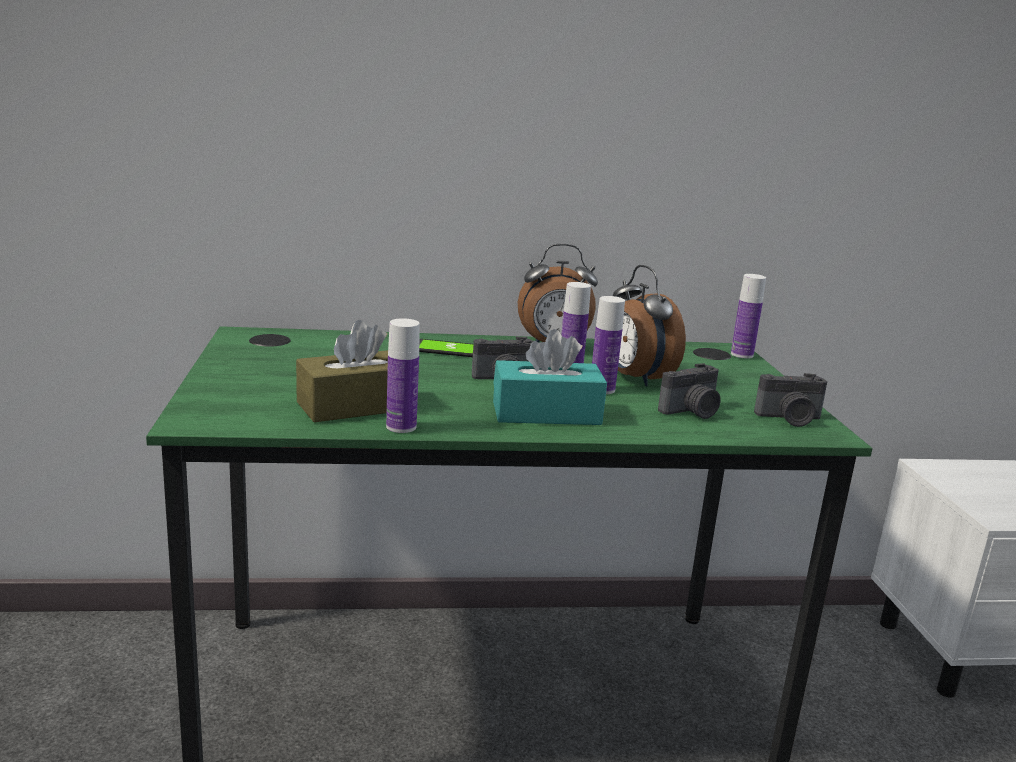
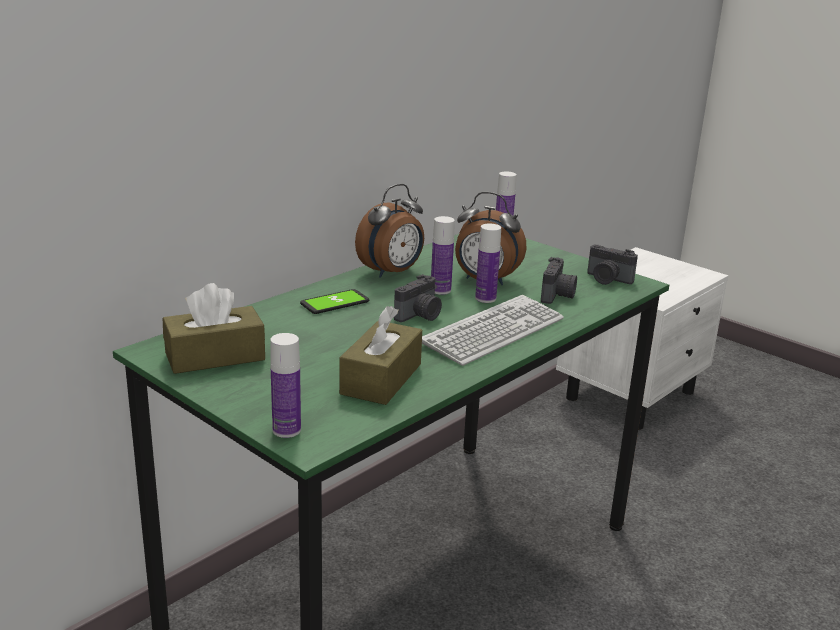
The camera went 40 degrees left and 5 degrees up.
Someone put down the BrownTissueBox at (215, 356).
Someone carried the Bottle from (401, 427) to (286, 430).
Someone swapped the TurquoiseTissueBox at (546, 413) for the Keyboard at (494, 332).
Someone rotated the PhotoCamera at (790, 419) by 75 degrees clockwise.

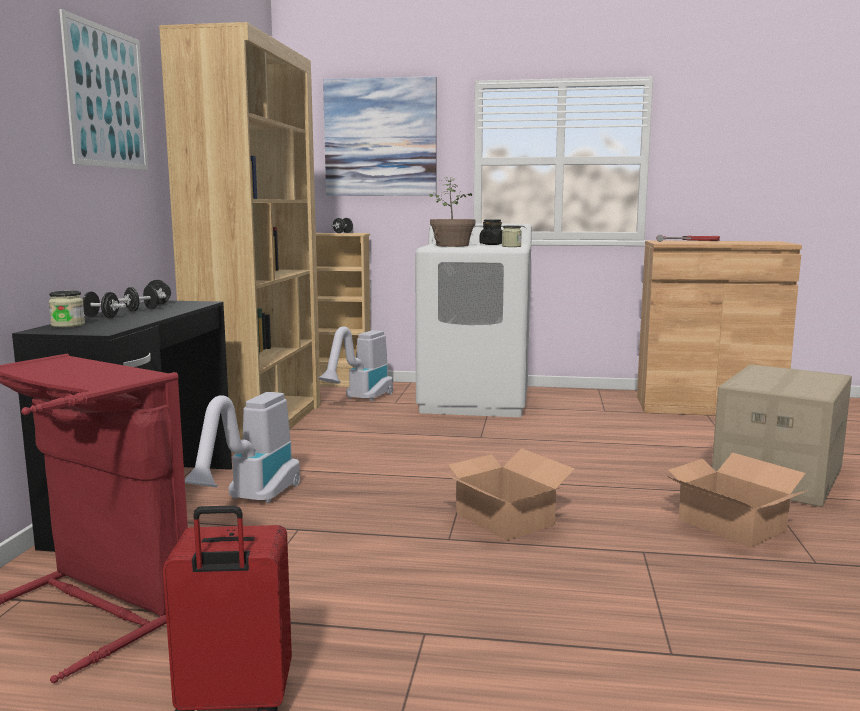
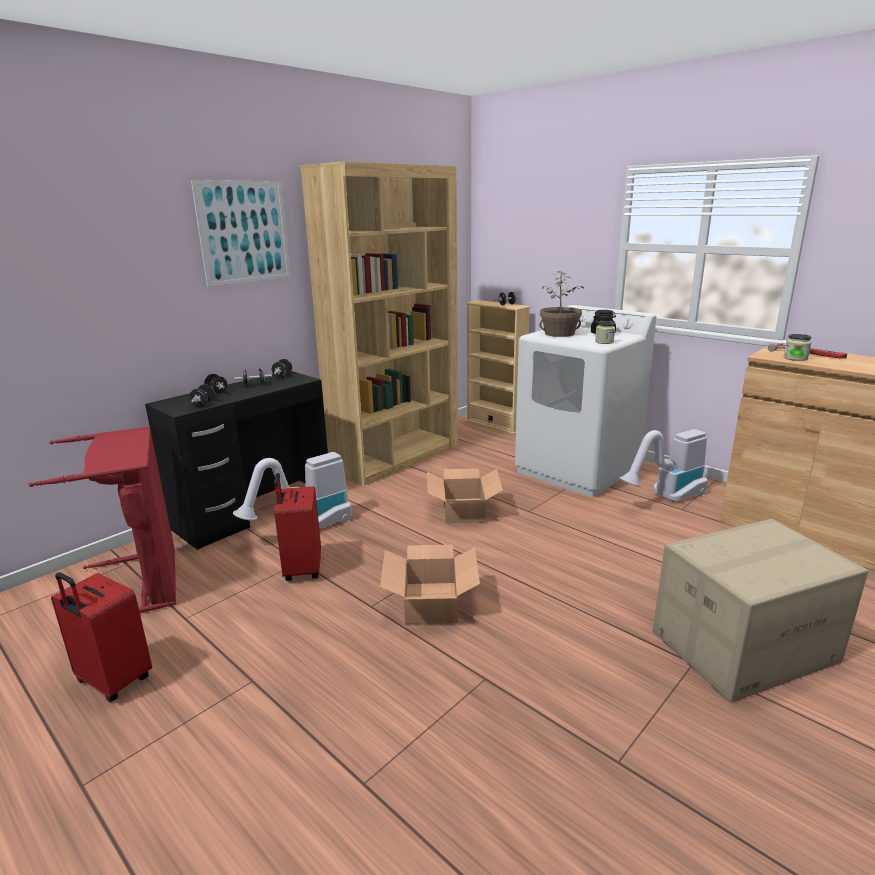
The camera went 35 degrees right and 10 degrees up.
Someone took away the Picture at (380, 137).
Someone put down the BlackDumbbell at (204, 404).
Someone put down the RedSuitcase at (301, 569).
Someone carried the Jar from (68, 325) to (795, 358).
Someone carried the VacuumCleaner from (360, 400) to (666, 498).
Someone carried the CardboardBox from (731, 524) to (464, 510).

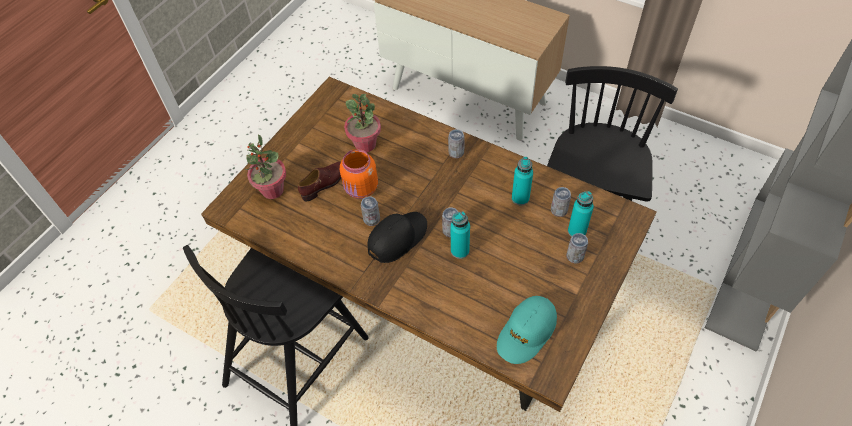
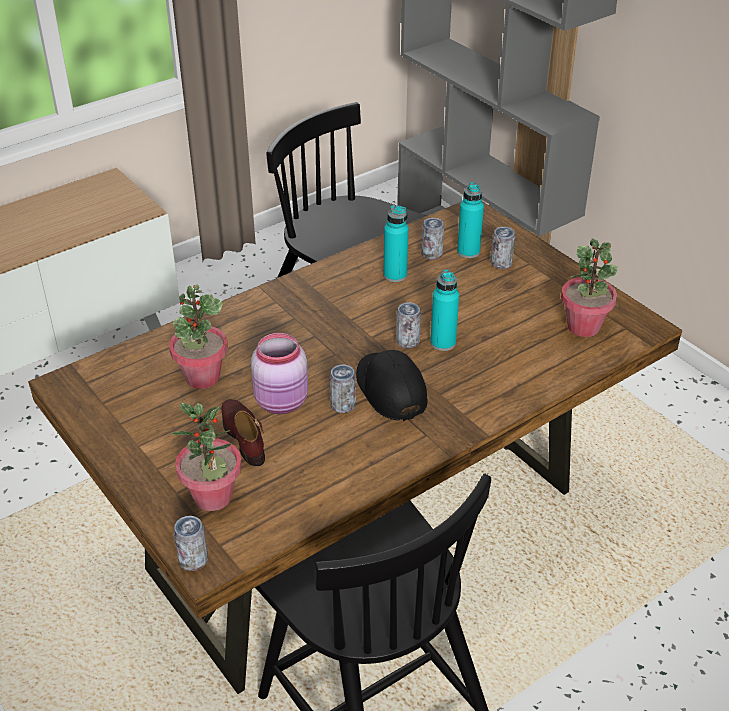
The camera went 70 degrees left and 15 degrees down.
Someone carried the Can from (456, 152) to (193, 560).
Someone swapped the TurquoiseCap at (526, 332) for the PottedPlant at (584, 326).
Someone repainted the OrangeJar at (361, 189), which became the PinkJar at (283, 402).

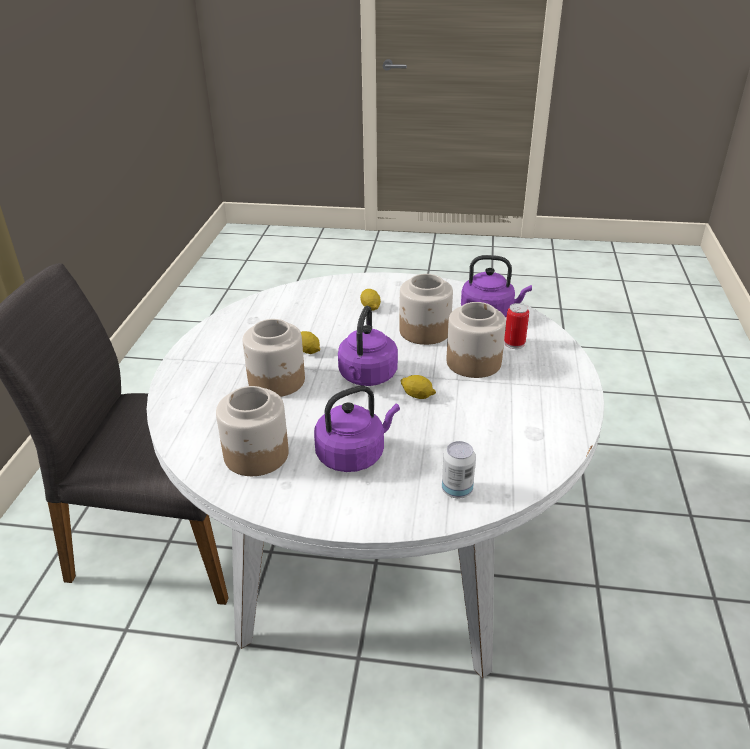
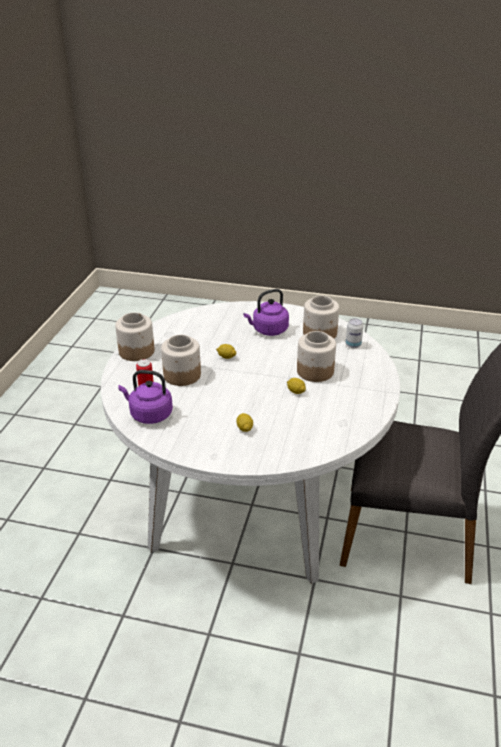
The camera went 175 degrees left and 0 degrees up.
Someone took away the PurpleKettle at (367, 377).
Someone carried the Jar from (424, 331) to (137, 351).
Someone carried the Can from (457, 490) to (353, 345).

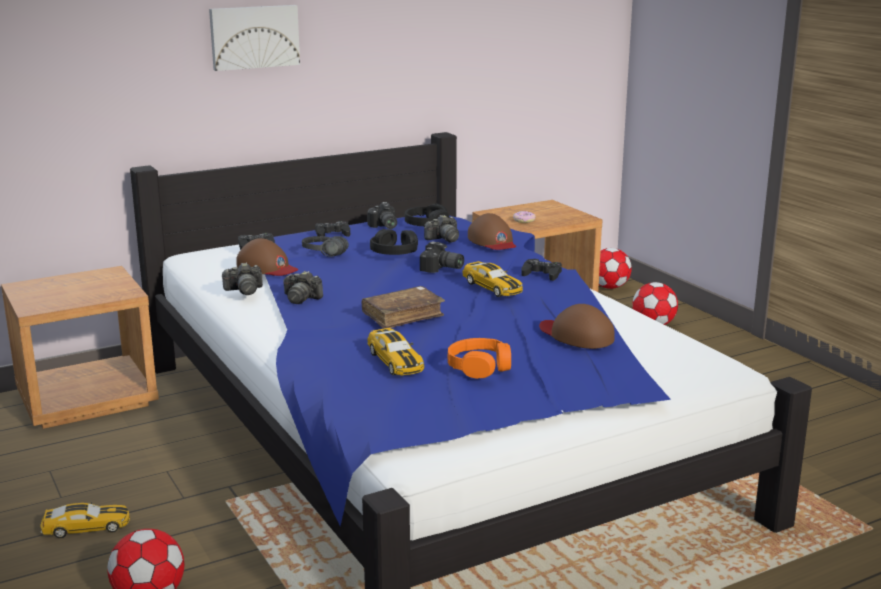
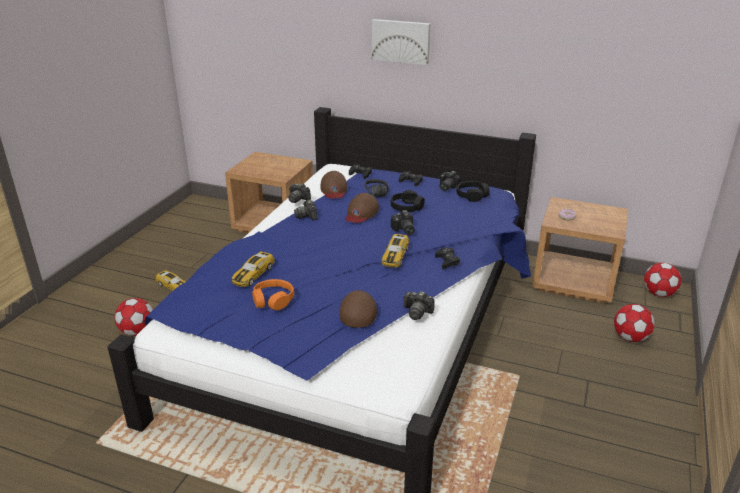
The camera went 50 degrees right and 10 degrees up.
Someone took away the BrownBook at (402, 316).
Someone carried the PhotoCamera from (443, 239) to (417, 312).
Someone carried the BrownCap from (492, 241) to (361, 213).

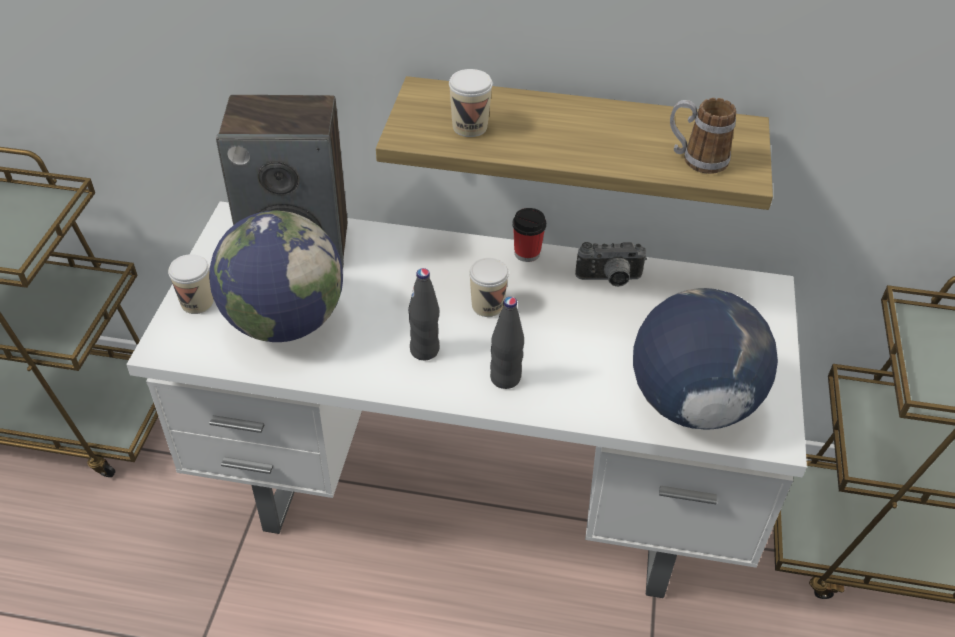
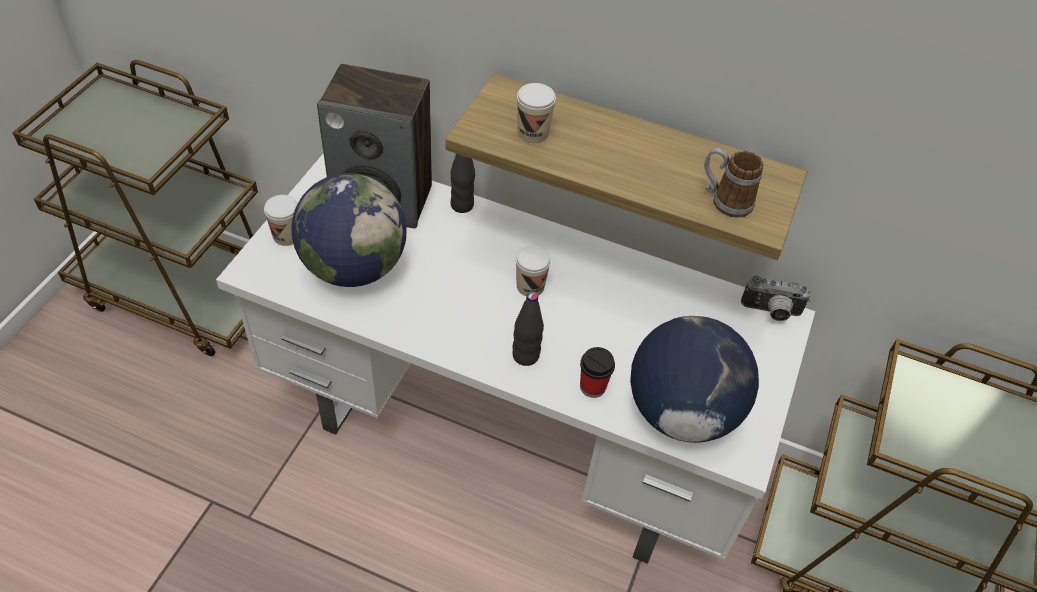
The camera went 10 degrees right and 5 degrees up.
Someone carried the BlackBottle from (424, 350) to (462, 205).
Someone carried the Cup from (527, 253) to (592, 386).
Someone carried the PhotoCamera from (609, 280) to (771, 312).

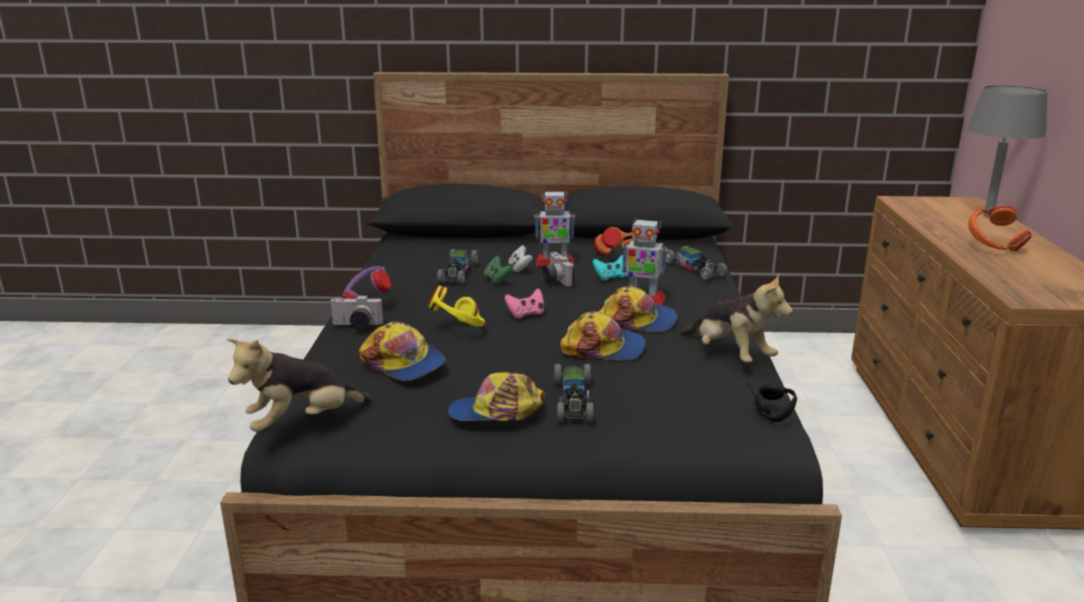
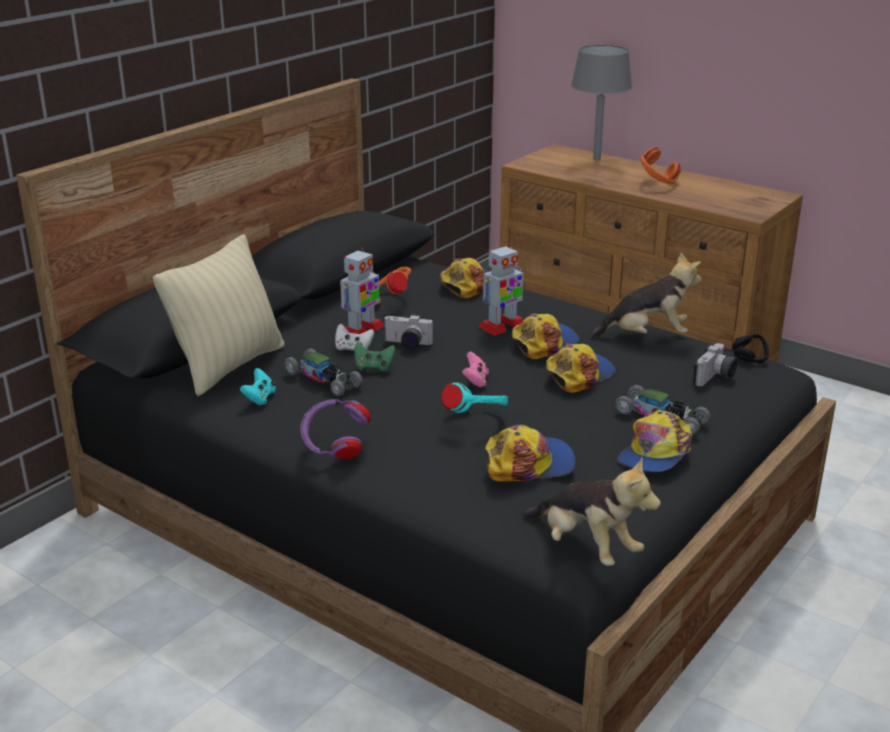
The camera went 55 degrees left and 5 degrees up.
Someone put down the BeigePillow at (229, 366).
Someone carried the PhotoCamera from (356, 326) to (715, 377).
Someone carried the TurquoiseGameController from (611, 277) to (260, 398).
Someone swapped the ToyCar at (694, 269) for the Cap at (467, 284).
Someone repainted the YellowHeadphones at (459, 329), which became the TurquoiseHeadphones at (475, 419).
Someone rotated the PlushToy at (303, 422) by 45 degrees counterclockwise.

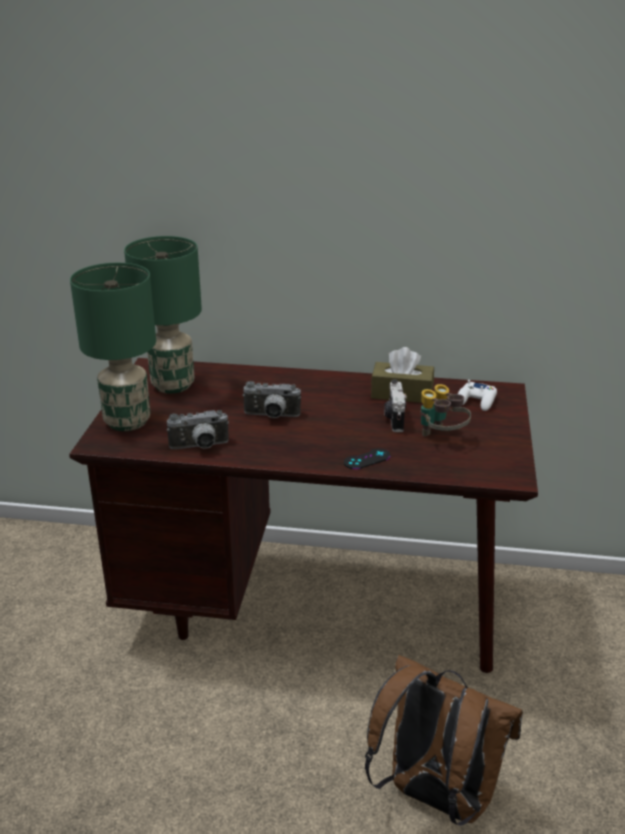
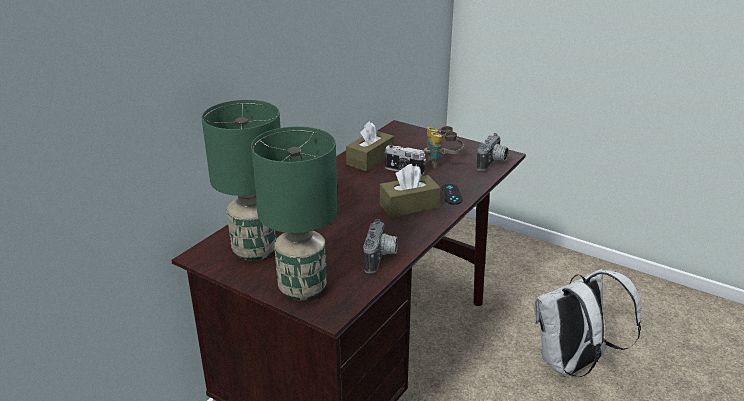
The camera went 65 degrees left and 0 degrees up.
Someone took away the WhiteGameController at (476, 401).
Someone put down the BrownTissueBox at (409, 206).
Someone carried the PhotoCamera from (271, 416) to (493, 163).
Someone repainted the BrownBackpack at (434, 796), which became the WhiteBackpack at (572, 364).

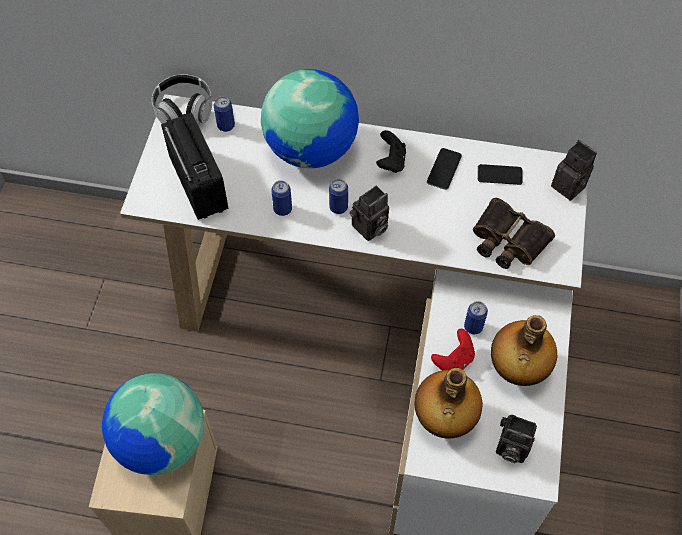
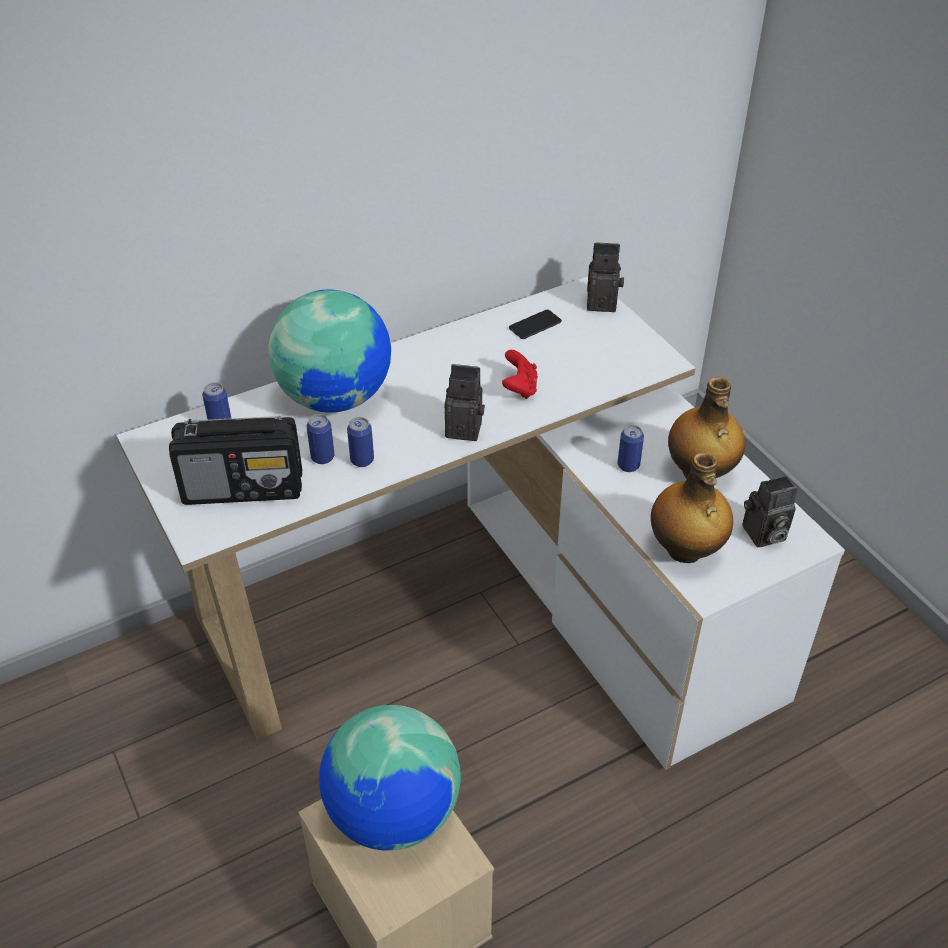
The camera went 40 degrees left and 15 degrees down.
Someone took away the Headphones at (184, 111).
Someone took away the BlackGameController at (391, 162).
Someone took away the Phone at (444, 169).
Someone took away the Binoculars at (507, 241).
Someone carried the Can from (338, 207) to (322, 457).
Someone carried the RedGameController from (454, 361) to (519, 388).
Someone rotated the Radio at (198, 182) by 150 degrees clockwise.
Someone rotated the PhotoCamera at (369, 229) by 90 degrees counterclockwise.

